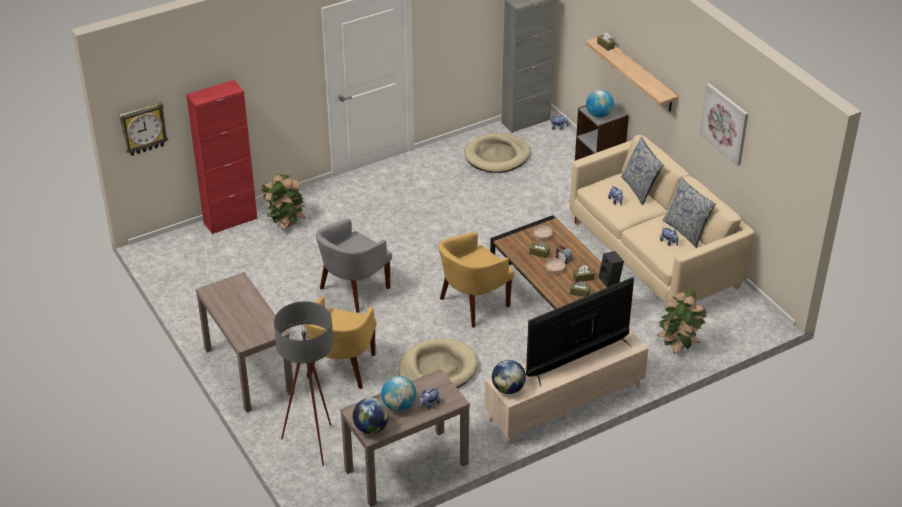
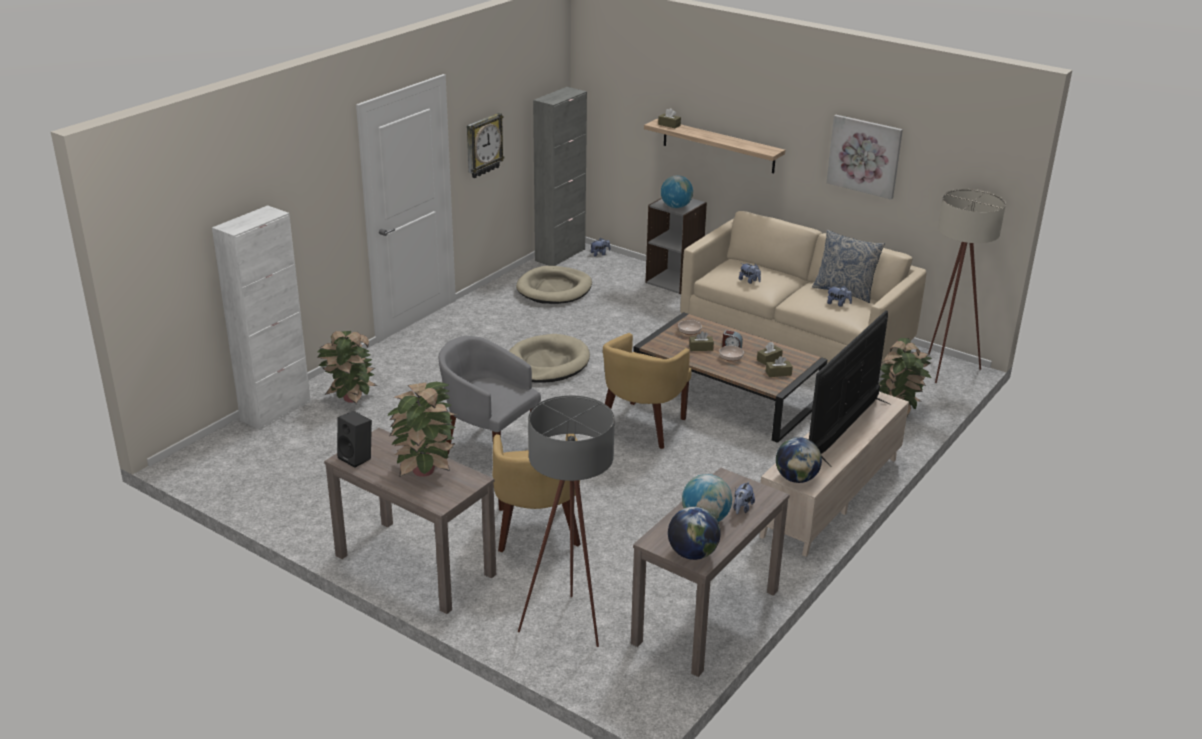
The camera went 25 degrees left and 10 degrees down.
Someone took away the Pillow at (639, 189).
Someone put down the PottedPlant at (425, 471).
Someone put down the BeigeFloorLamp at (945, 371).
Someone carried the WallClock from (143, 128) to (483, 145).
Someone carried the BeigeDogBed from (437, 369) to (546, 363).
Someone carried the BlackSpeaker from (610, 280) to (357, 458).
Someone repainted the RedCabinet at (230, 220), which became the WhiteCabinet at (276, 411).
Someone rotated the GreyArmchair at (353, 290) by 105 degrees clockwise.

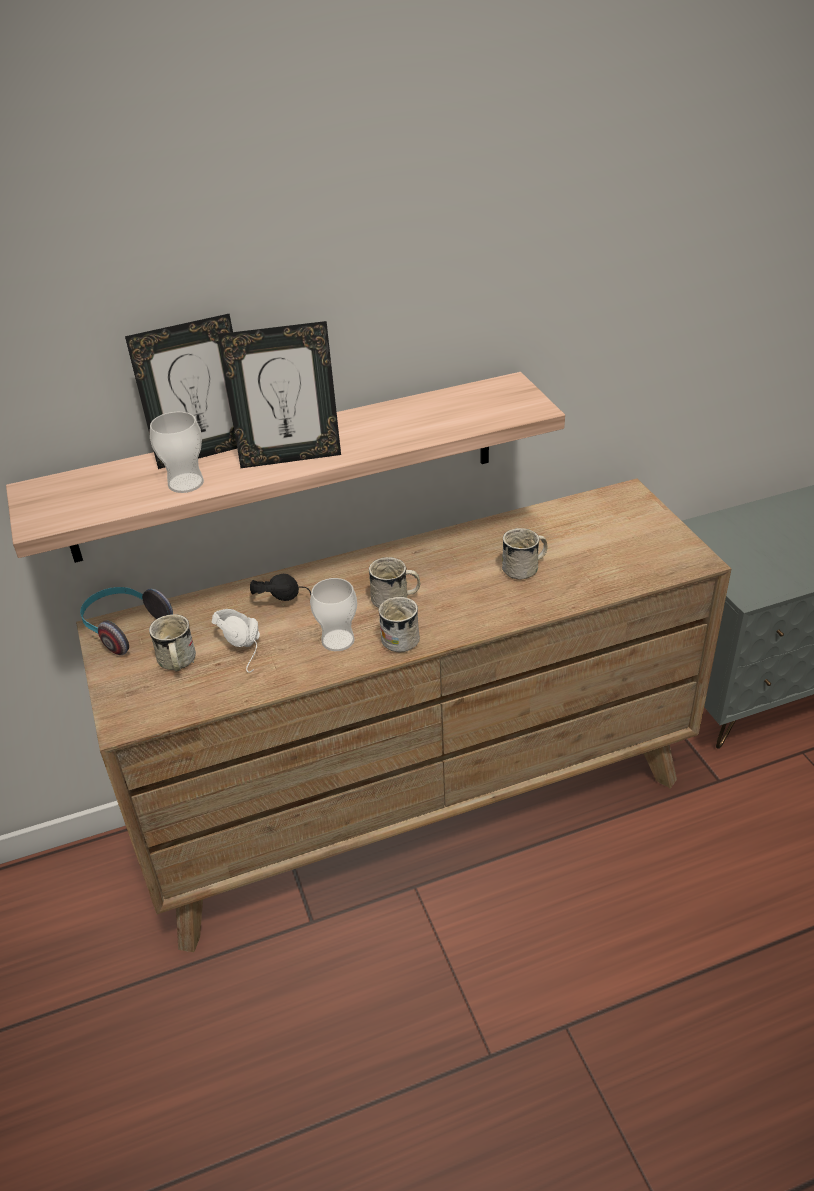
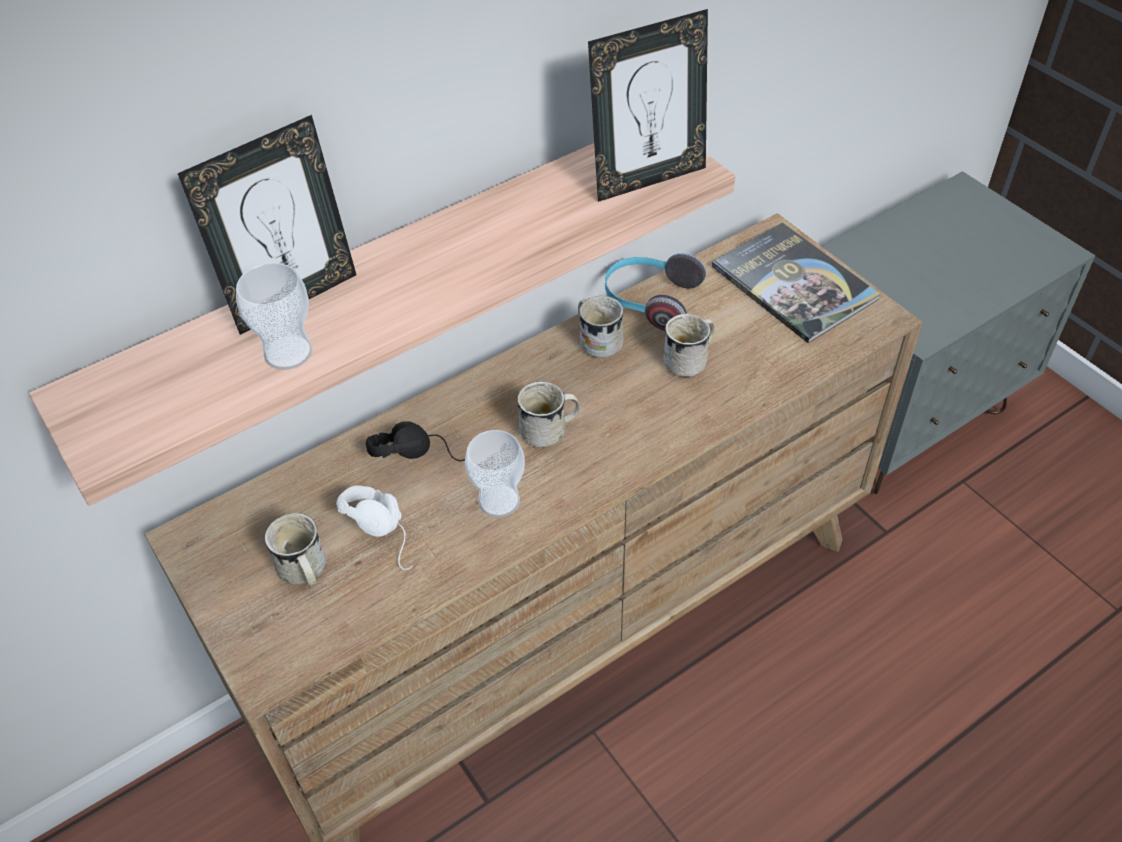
The camera went 15 degrees left and 10 degrees up.
Someone put down the Book at (794, 283).
Someone carried the Headphones from (124, 627) to (650, 301).
Someone carried the PictureFrame from (290, 457) to (647, 179).
Someone carried the WhiteMug from (398, 637) to (597, 340).

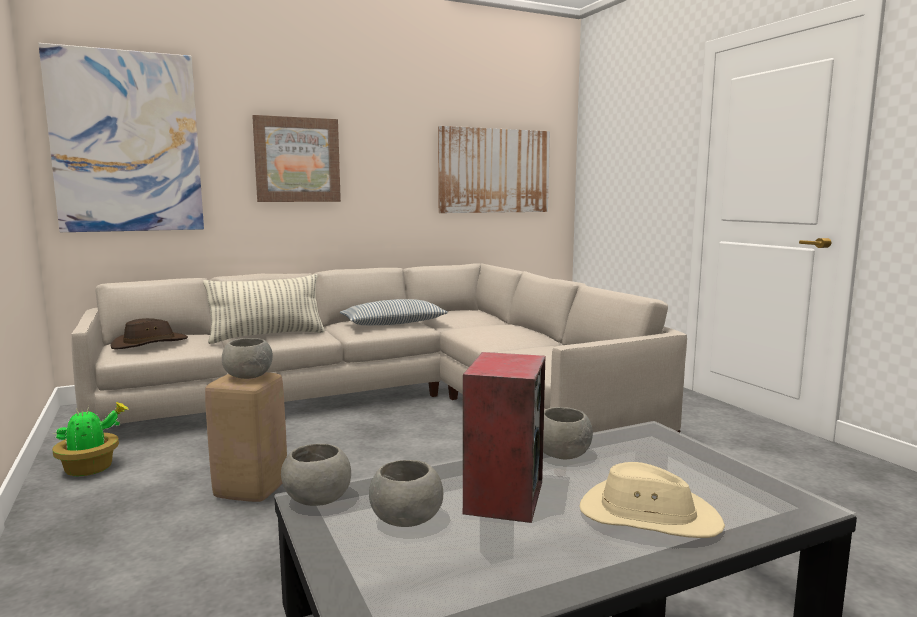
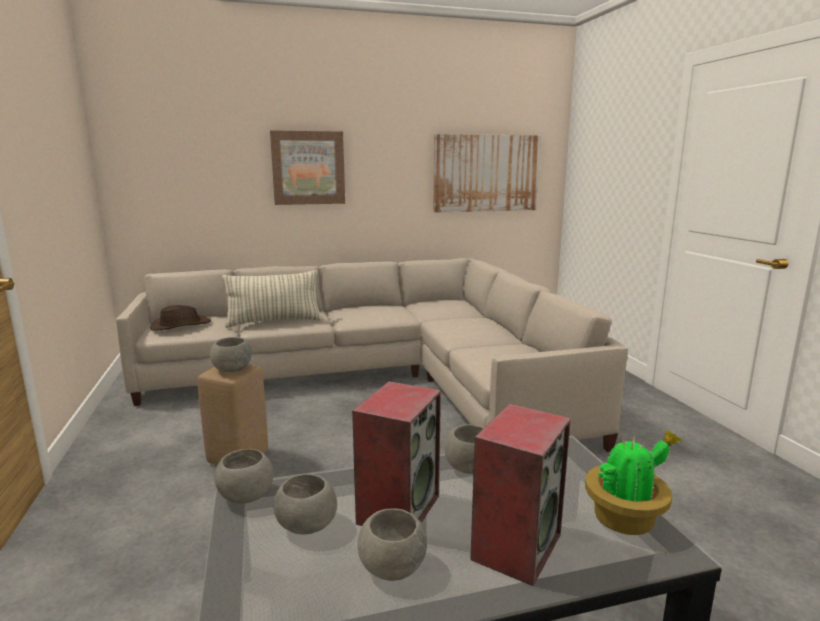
The camera went 10 degrees right and 5 degrees up.
Someone took away the Picture at (127, 142).
Someone took away the Pillow at (393, 324).
Someone put down the GreyBowl at (392, 567).
Someone carried the PottedPlant from (91, 469) to (626, 518).
Someone swapped the BeigeHat at (647, 516) for the Speaker at (516, 545).

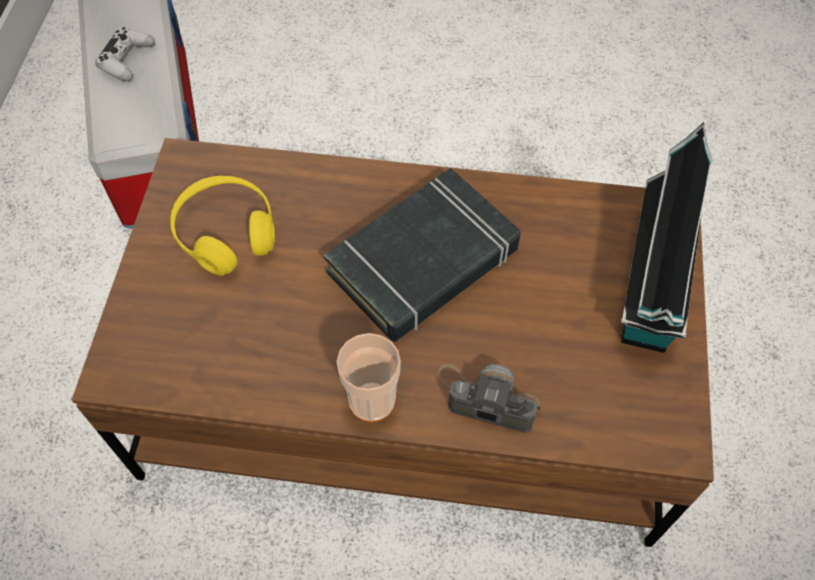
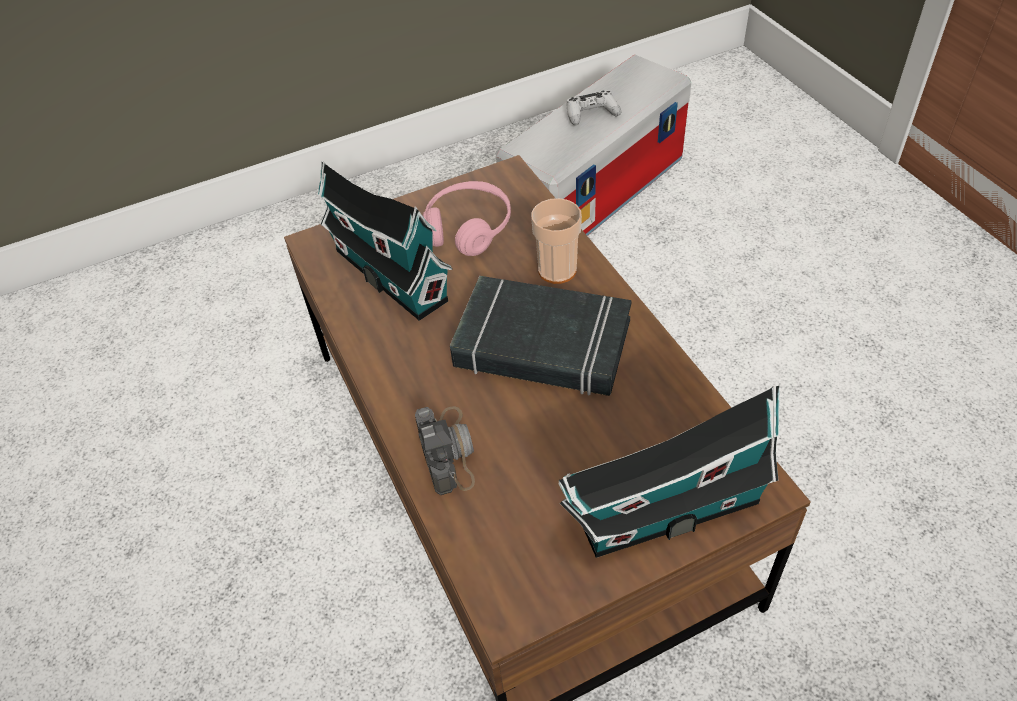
The camera went 60 degrees right and 10 degrees down.
Someone put down the ToyHouse at (387, 272).
Someone carried the Cup from (372, 400) to (557, 270).
Someone repainted the YellowHeadphones at (226, 233), which became the PinkHeadphones at (468, 228).

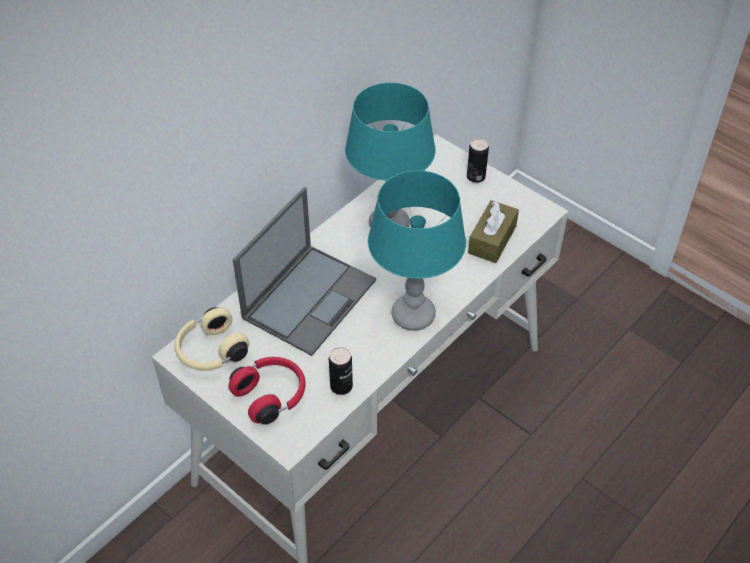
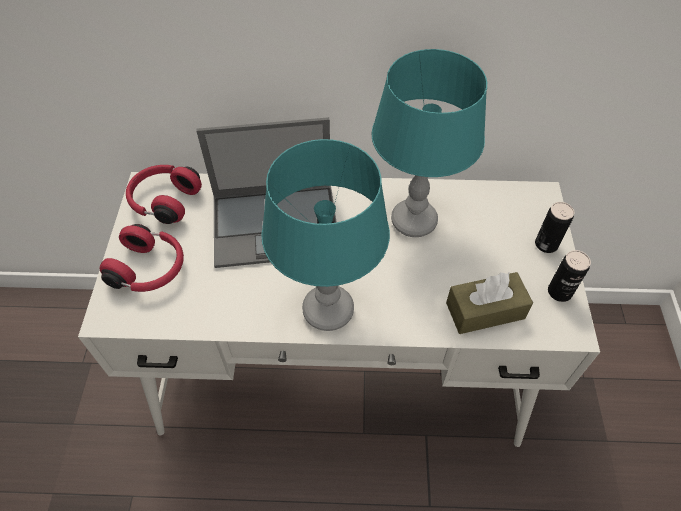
The camera went 50 degrees right and 5 degrees up.
Someone carried the Can from (341, 386) to (559, 292).
Someone repainted the BeigeHeadphones at (210, 351), which became the RedHeadphones at (164, 201).

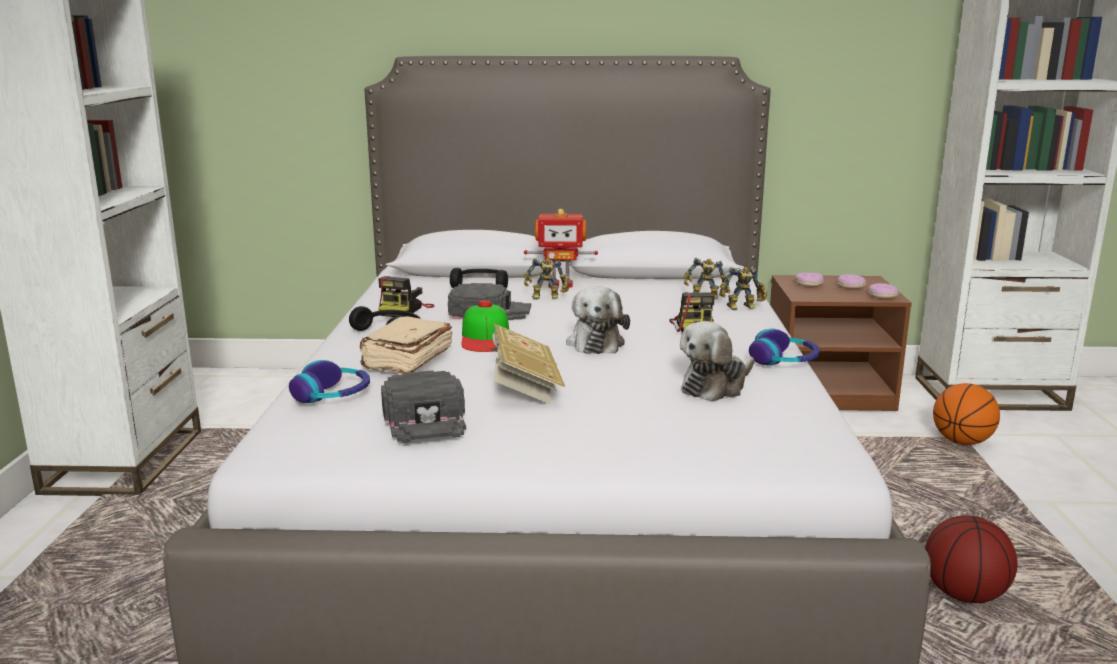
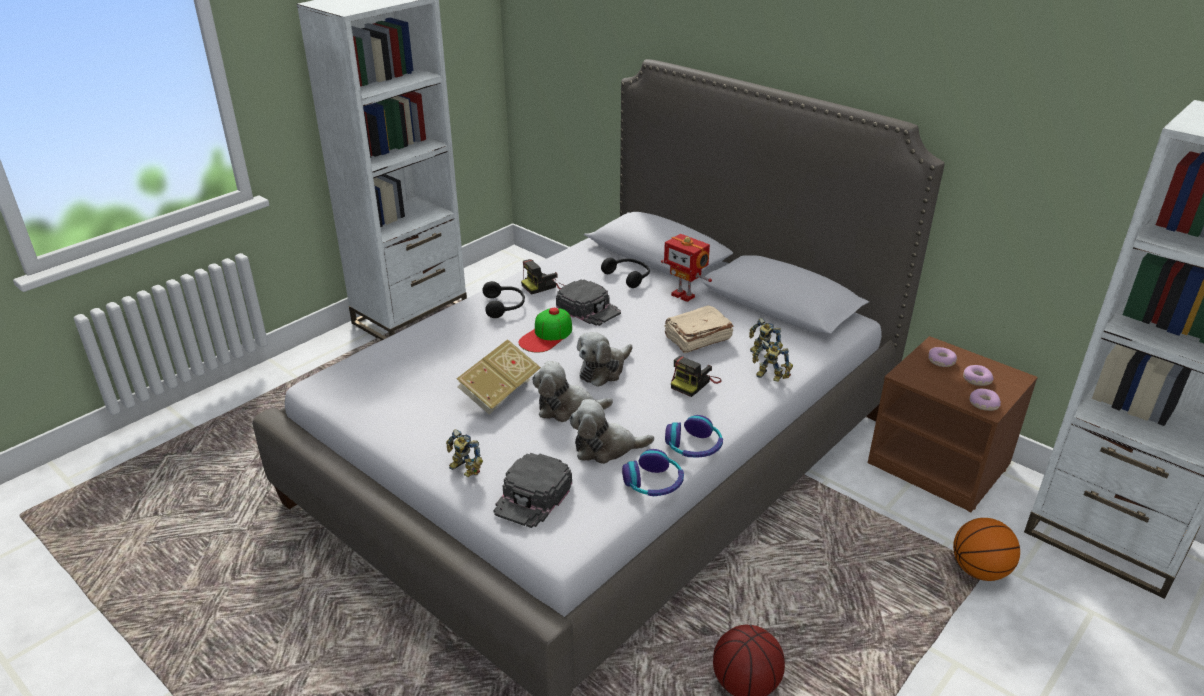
The camera went 40 degrees right and 15 degrees up.
Someone put down the PlushToy at (567, 408).
Someone carried the Headphones from (333, 395) to (653, 483).
Someone carried the BeigeBook from (406, 360) to (697, 339).
Someone carried the BlackCap from (425, 418) to (533, 496).
Someone carried the ToyRobot from (546, 298) to (463, 470).

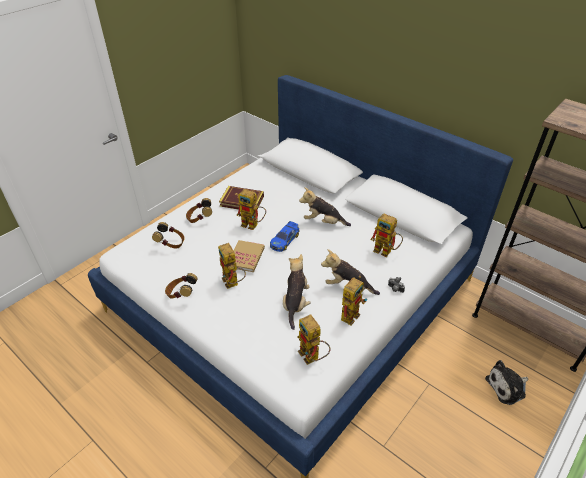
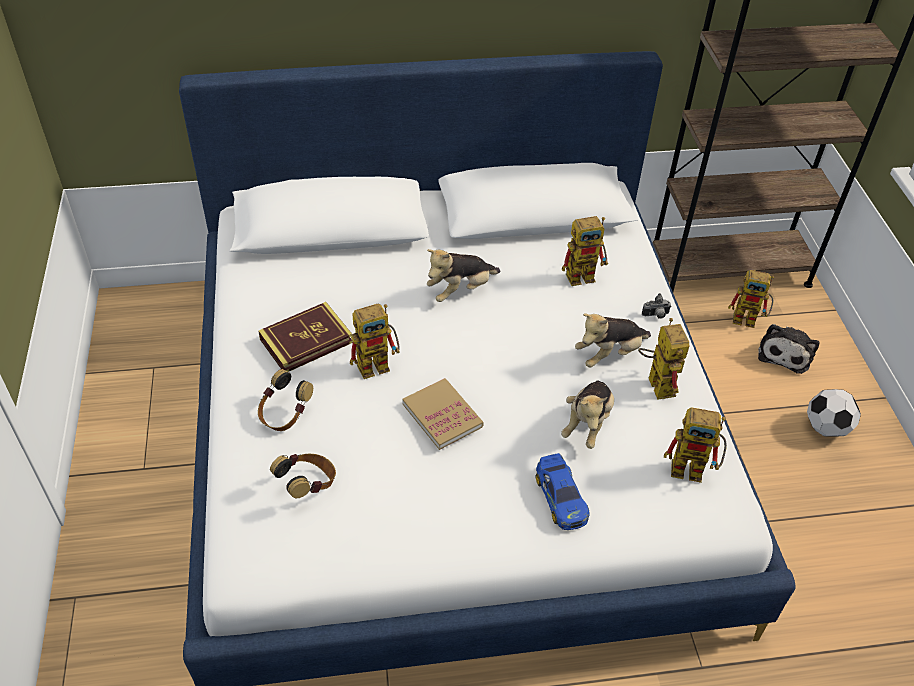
The camera went 50 degrees left and 5 degrees up.
Someone took away the Headphones at (181, 294).
Someone put down the Football at (826, 428).
Someone carried the ToyRobot from (233, 283) to (749, 319).
Someone carried the ToyCar from (284, 240) to (560, 497).
Someone rotated the PlushToy at (295, 303) by 120 degrees counterclockwise.

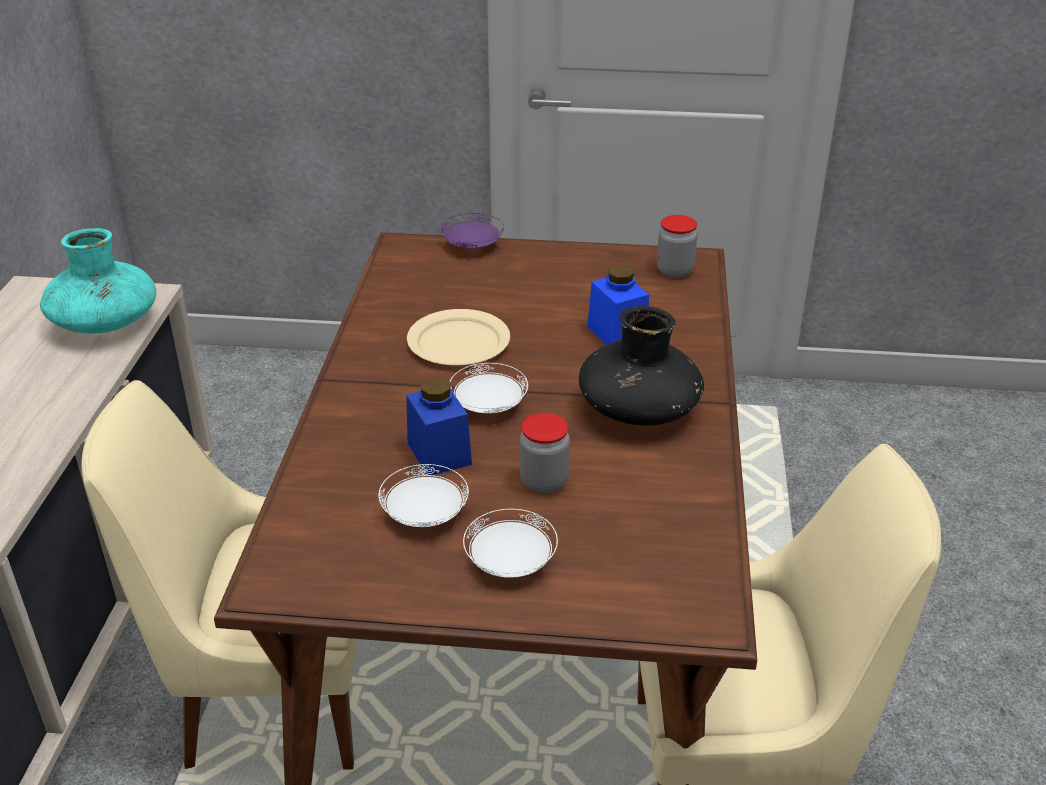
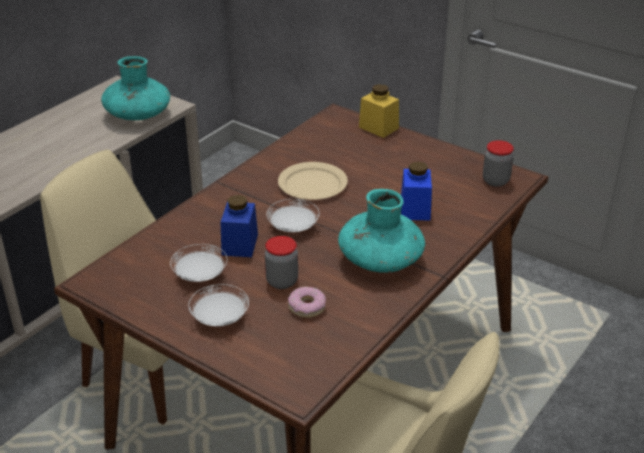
The camera went 30 degrees right and 0 degrees up.
Someone put down the Donut at (306, 307).
Someone swapped the PurplePlate at (473, 246) for the YellowJar at (378, 128).
Someone repainted the BlackVase at (638, 409), which became the TurquoiseVase at (380, 260).

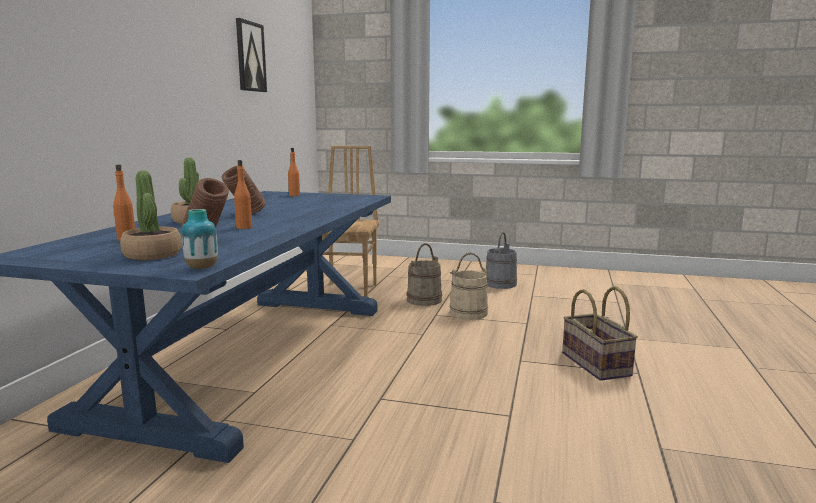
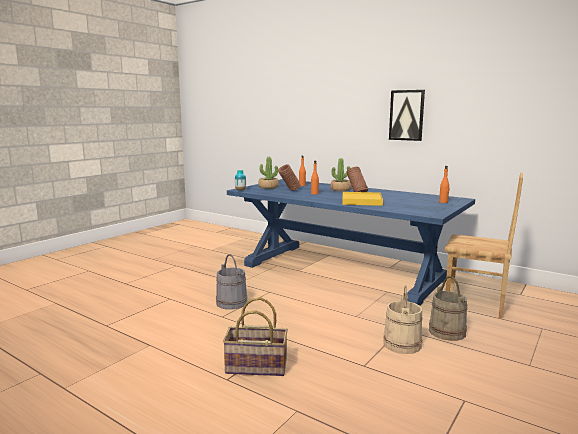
The camera went 110 degrees right and 0 degrees up.
Someone put down the YellowTray at (361, 201).
Someone carried the Picture from (250, 57) to (406, 115).
Someone carried the GreyBucket from (500, 284) to (231, 303).

